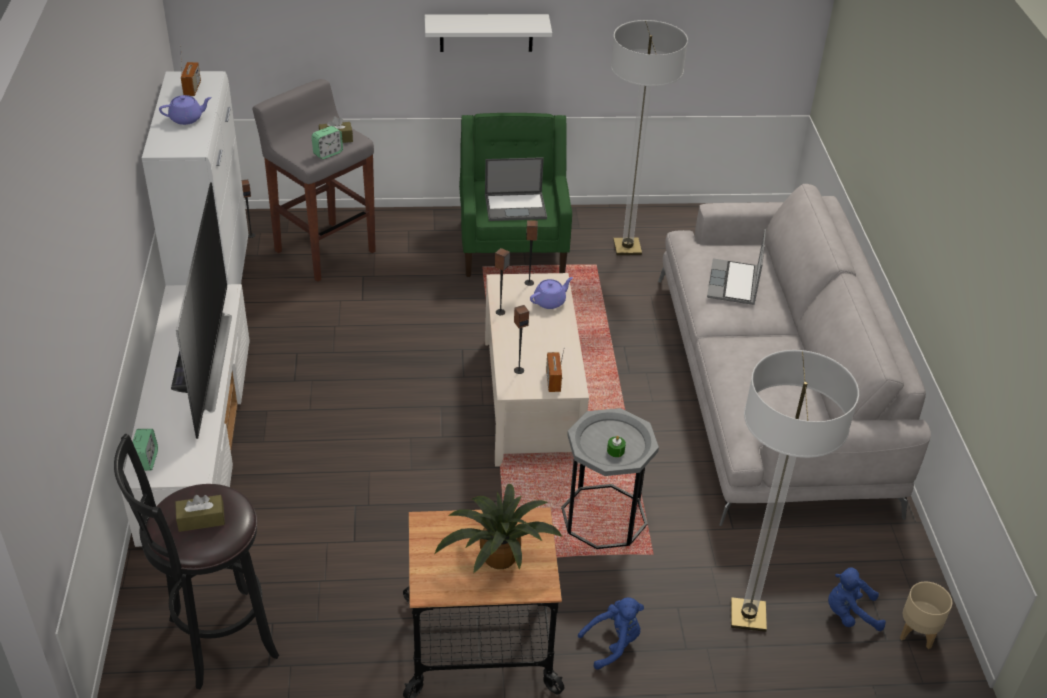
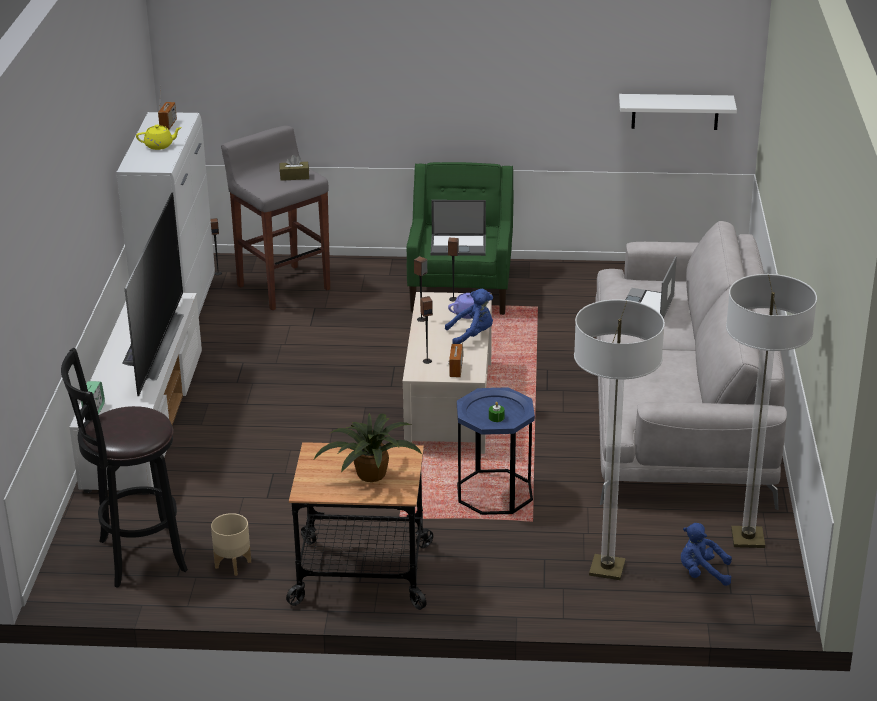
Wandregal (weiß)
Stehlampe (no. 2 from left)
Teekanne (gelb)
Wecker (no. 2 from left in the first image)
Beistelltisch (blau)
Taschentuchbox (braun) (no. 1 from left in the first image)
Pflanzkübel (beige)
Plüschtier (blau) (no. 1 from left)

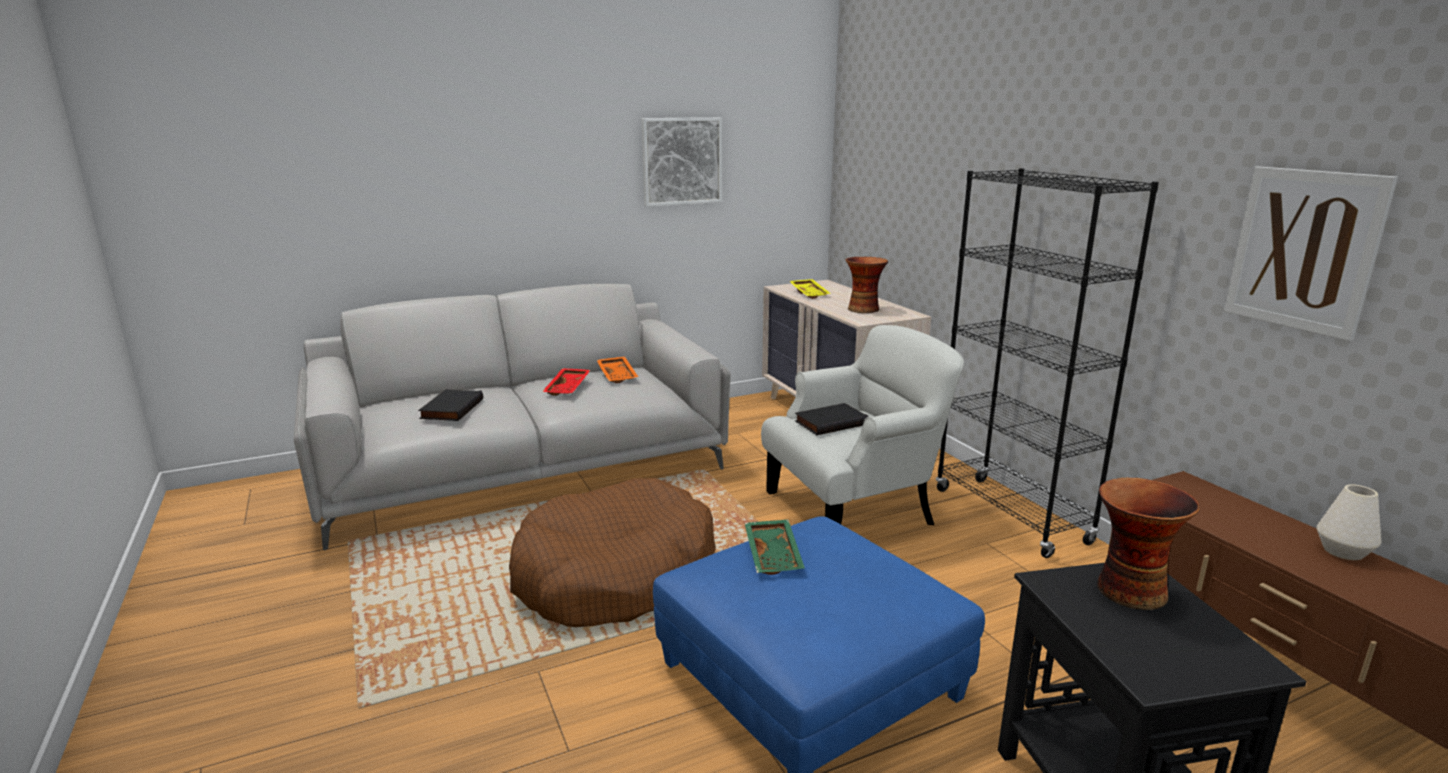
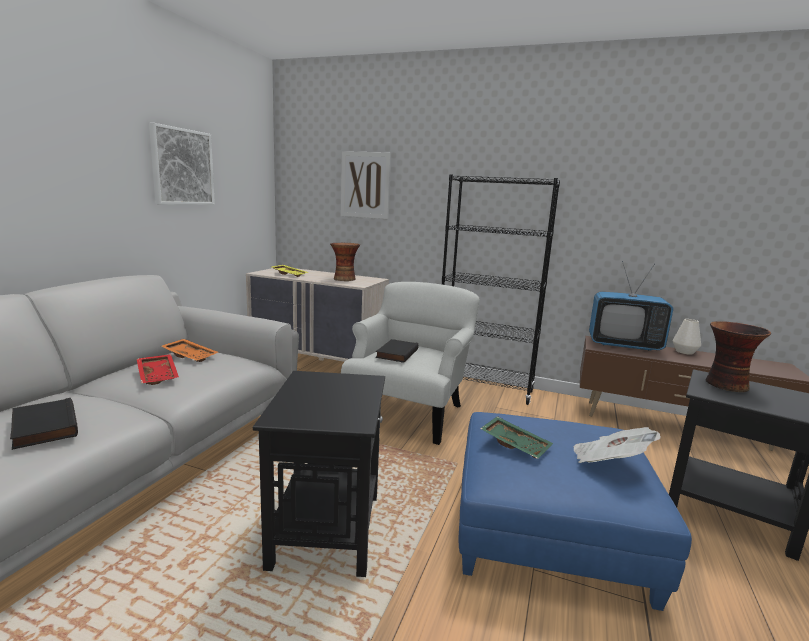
Bild (no. 2 from left)
Beistelltisch (schwarz) (no. 1 from left)
Fernseher
Zeitung

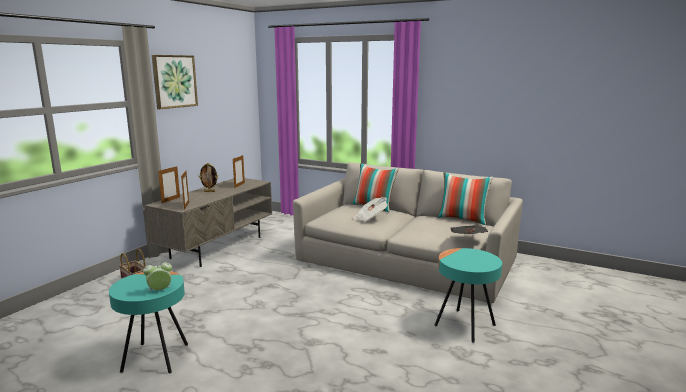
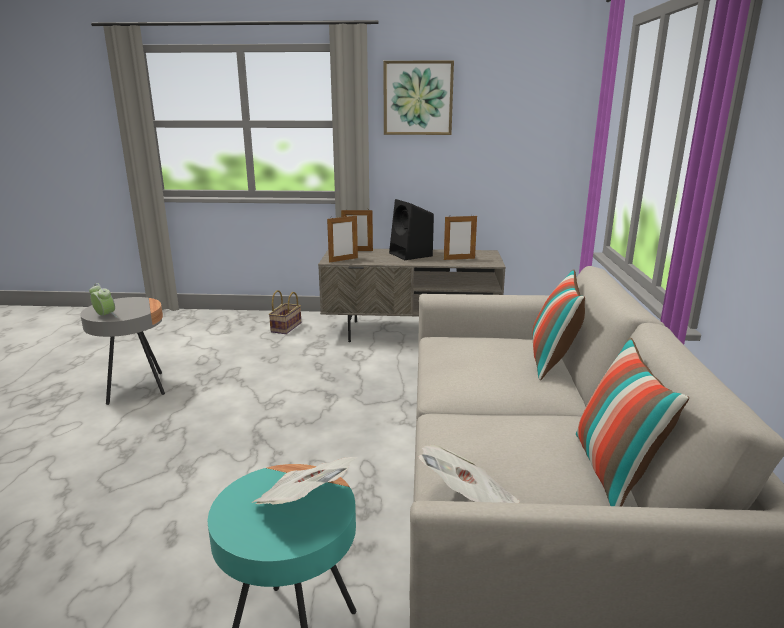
Lautsprecher (schwarz)
Zeitung (no. 1 from left)
Beistelltisch (grau)

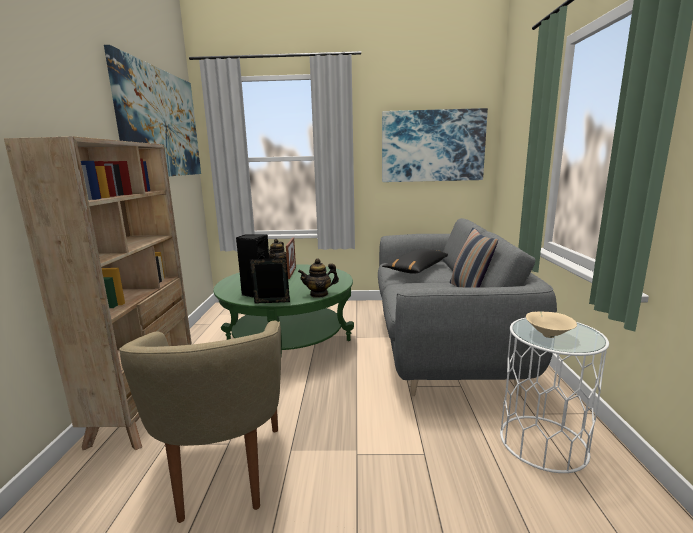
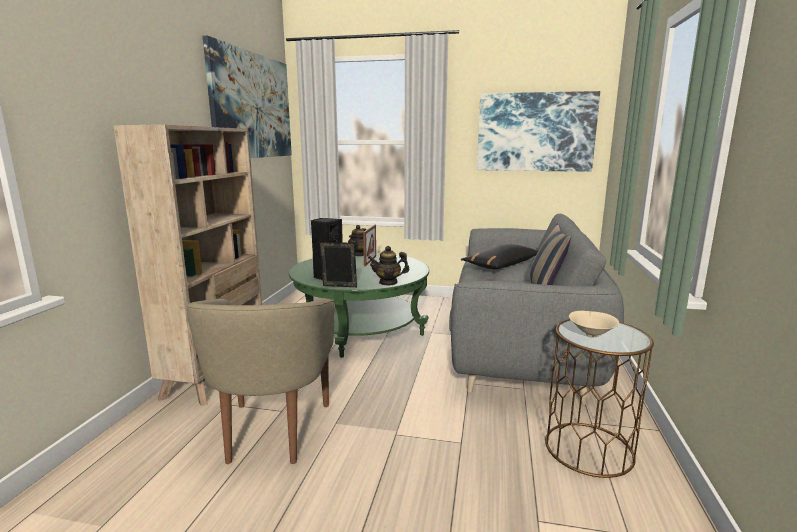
Beistelltisch (braun)

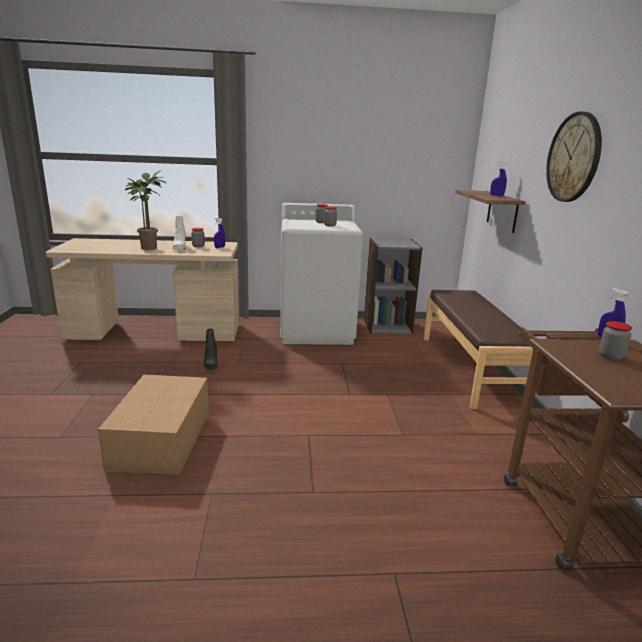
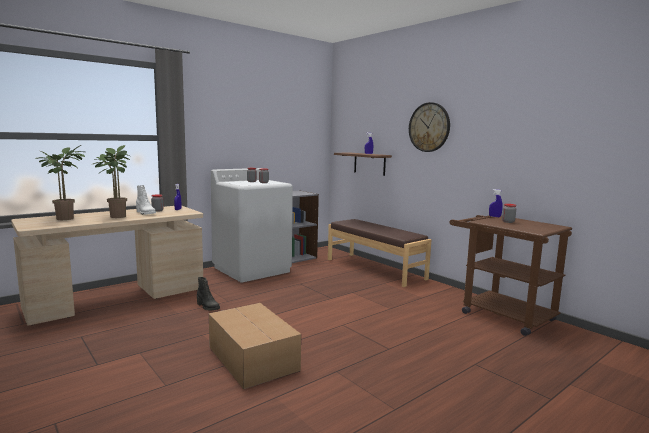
Topfpflanze (no. 1 from left)

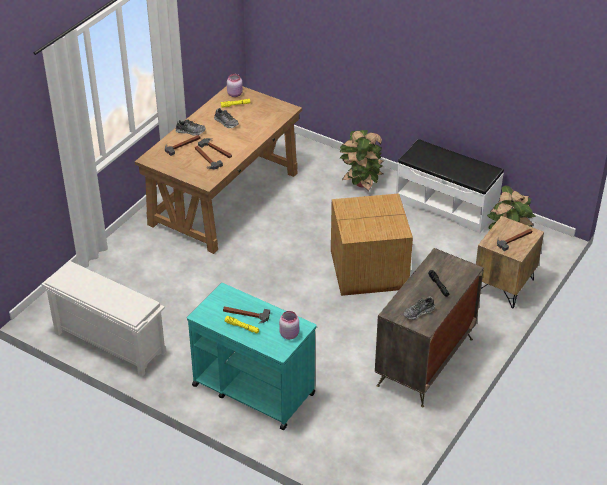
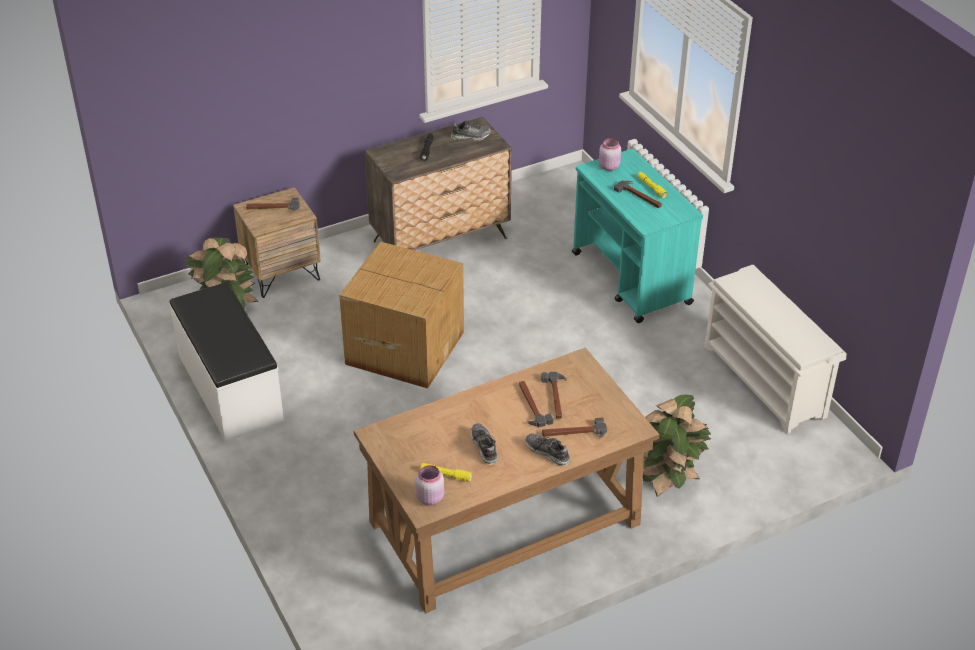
Topfpflanze (no. 2 from left)

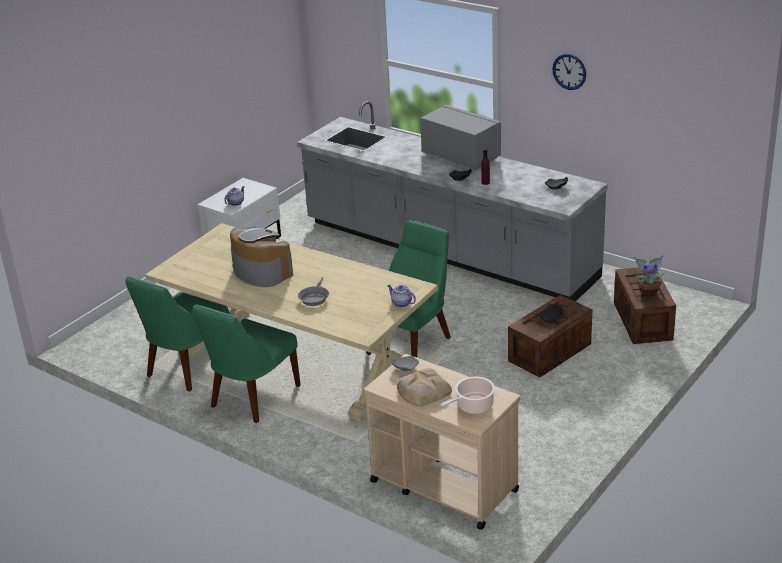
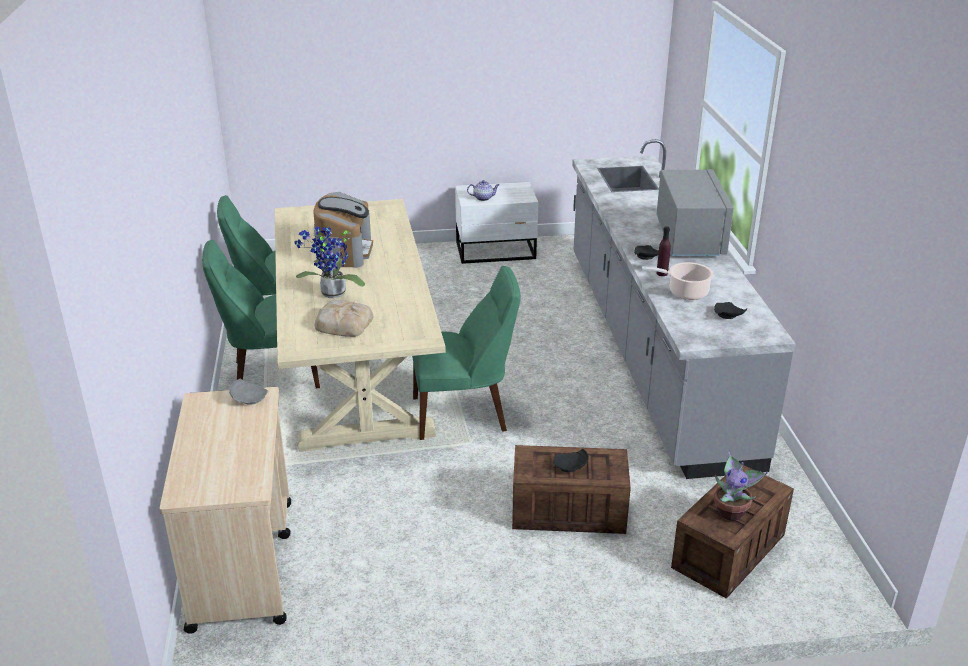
Wanduhr
Topfpflanze (no. 1 from left)
Teekanne (no. 2 from left in the first image)
Brot
Kochtopf

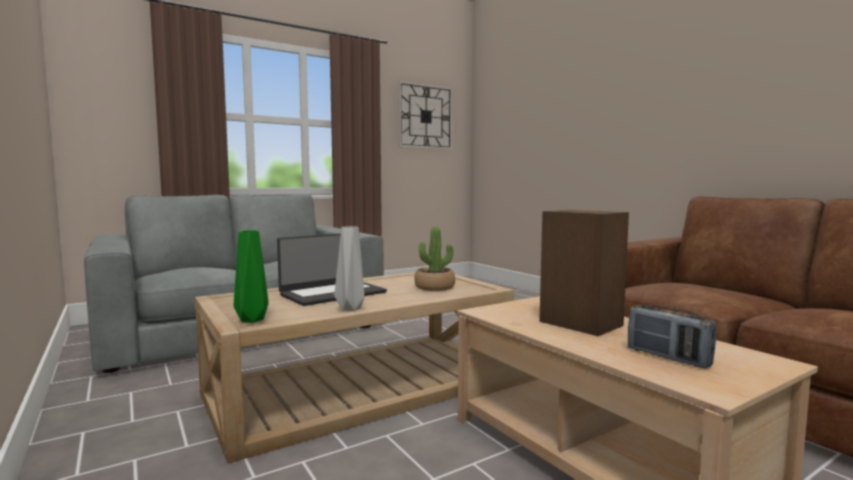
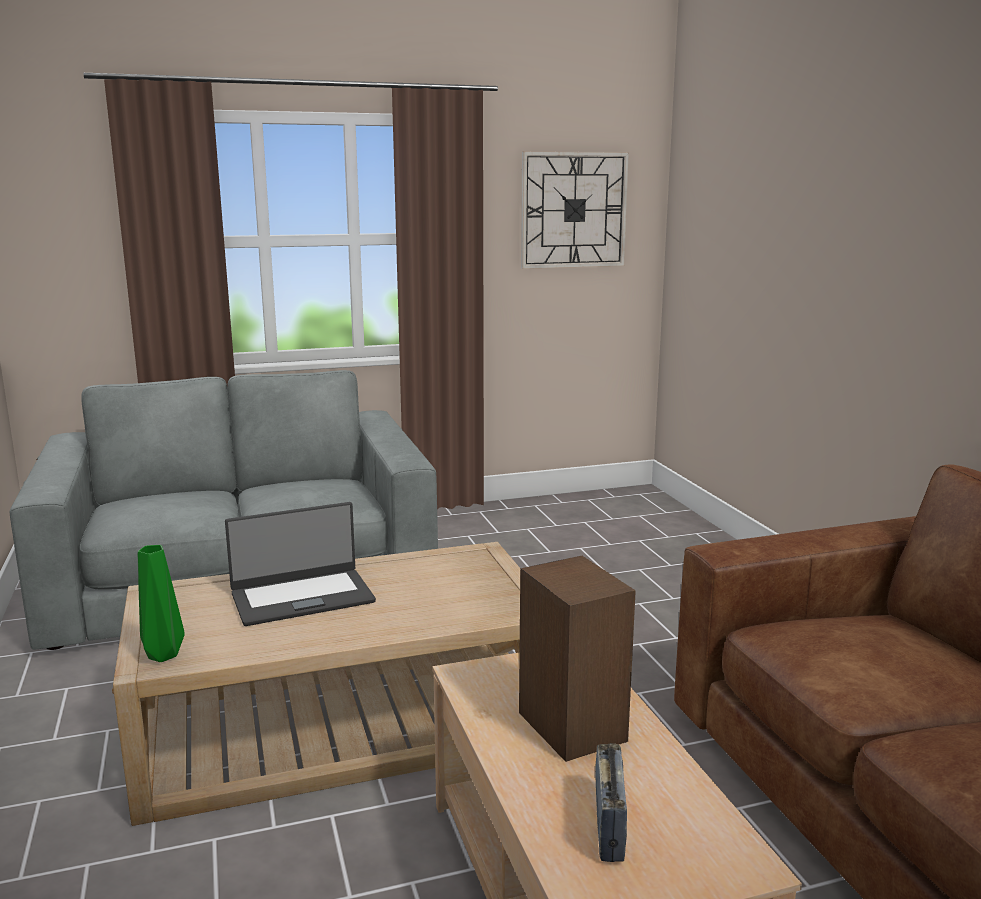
Vase (grau)
Topfpflanze
Radio

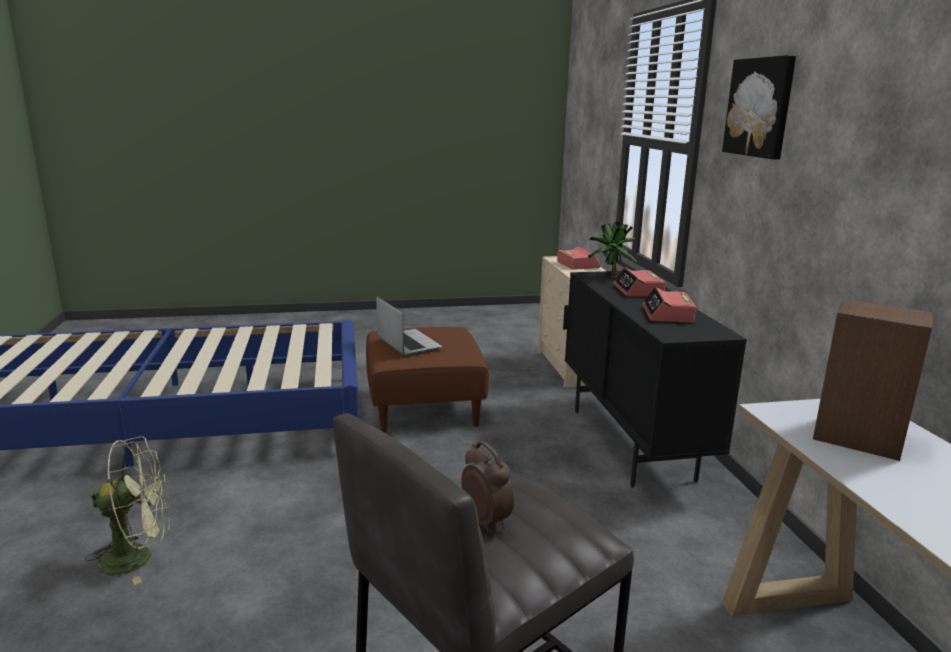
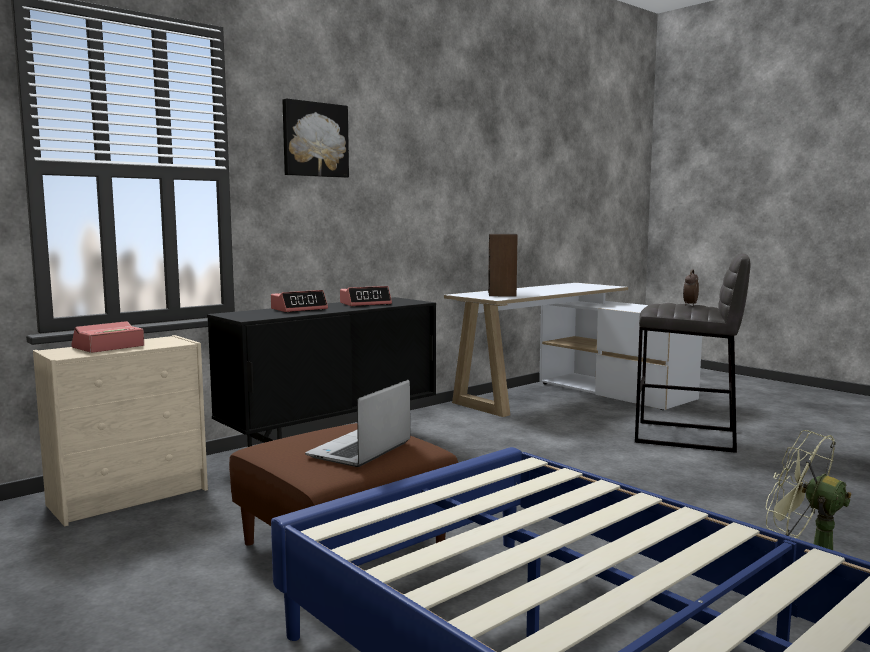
Topfpflanze

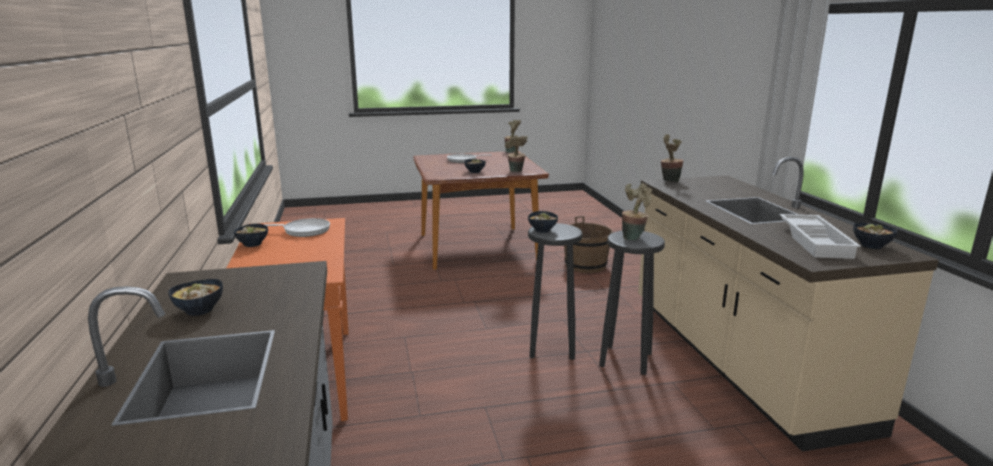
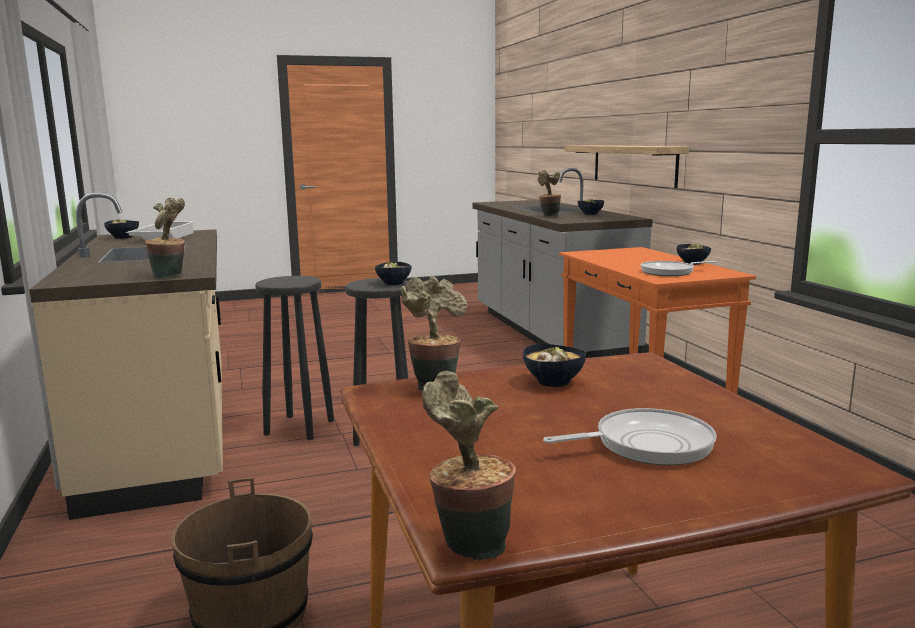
Topfpflanze (no. 4 from left)
Wandregal

